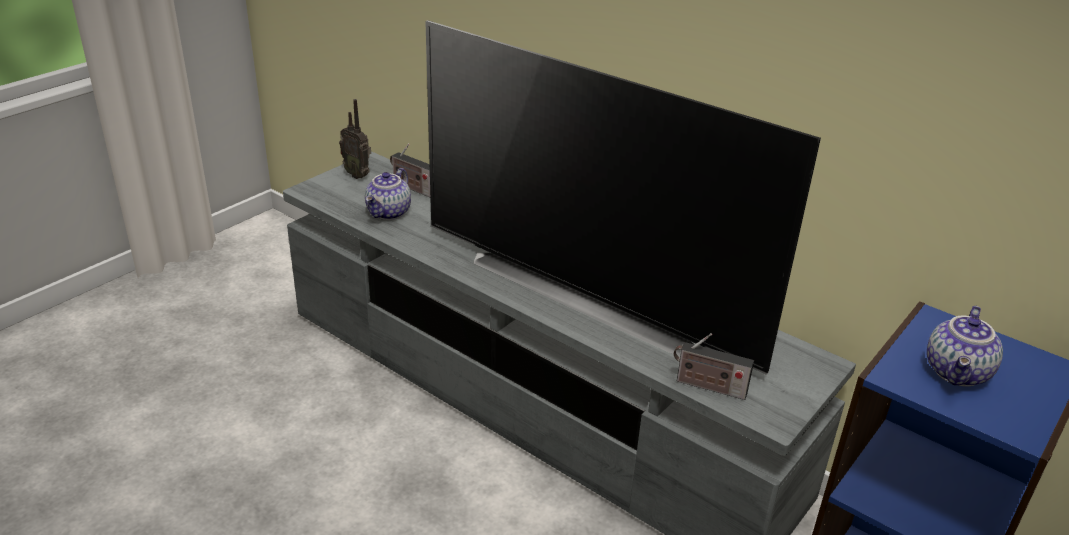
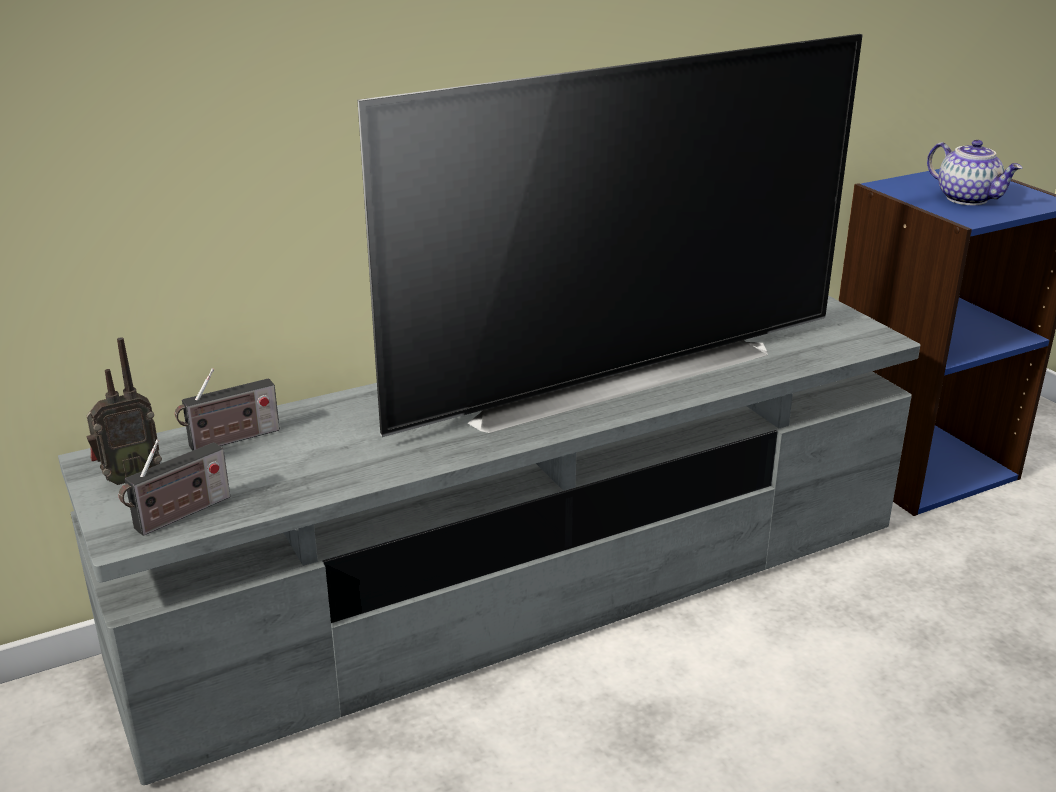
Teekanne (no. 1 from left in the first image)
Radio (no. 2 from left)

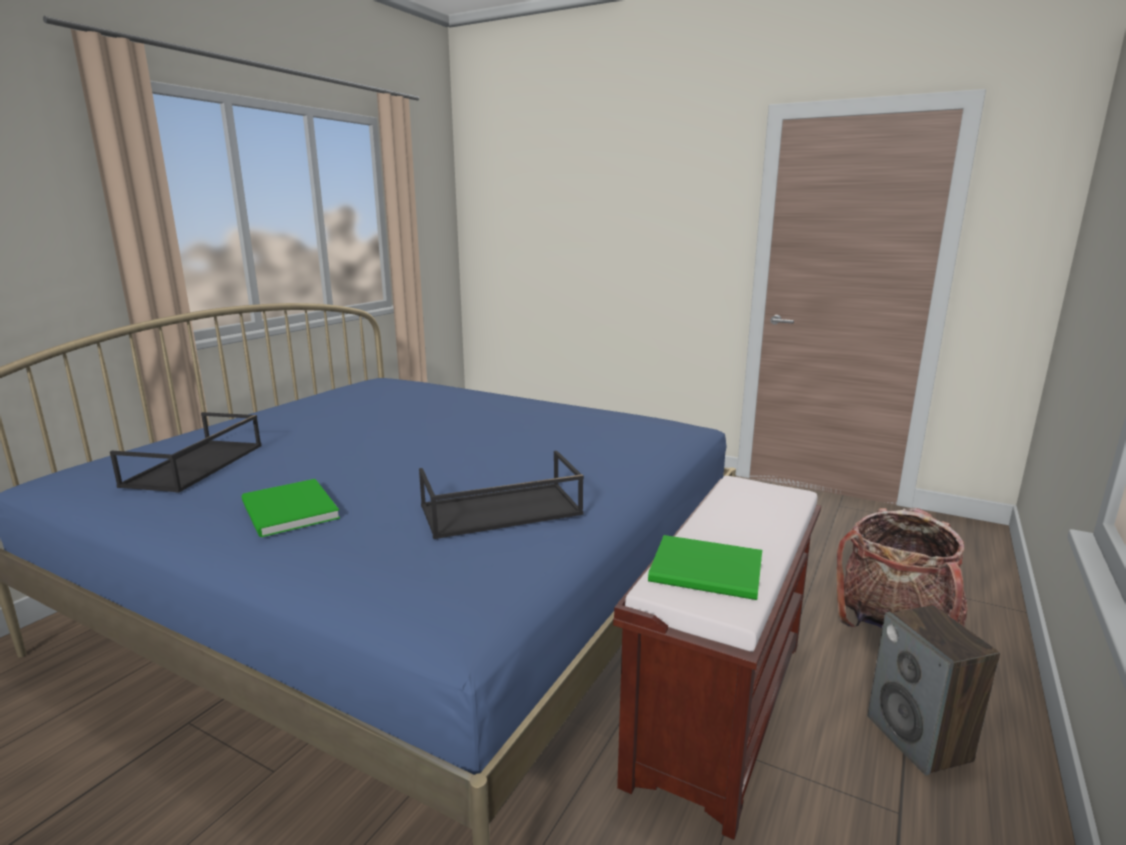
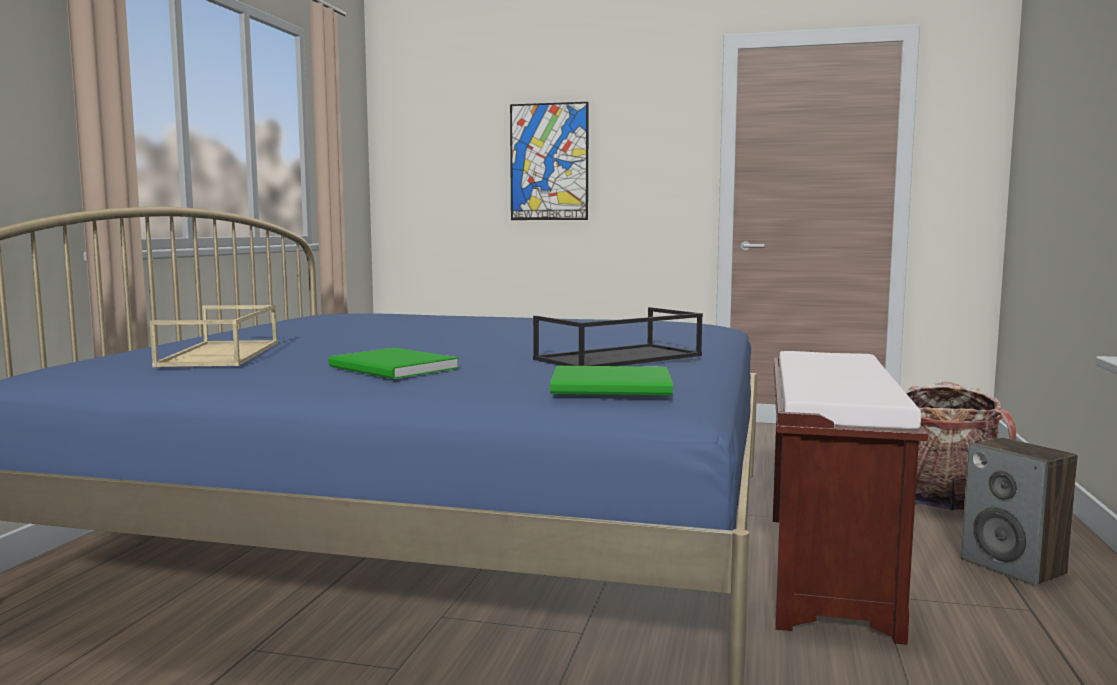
Tablett (beige)
Buch (grün) (no. 2 from left)
Bild

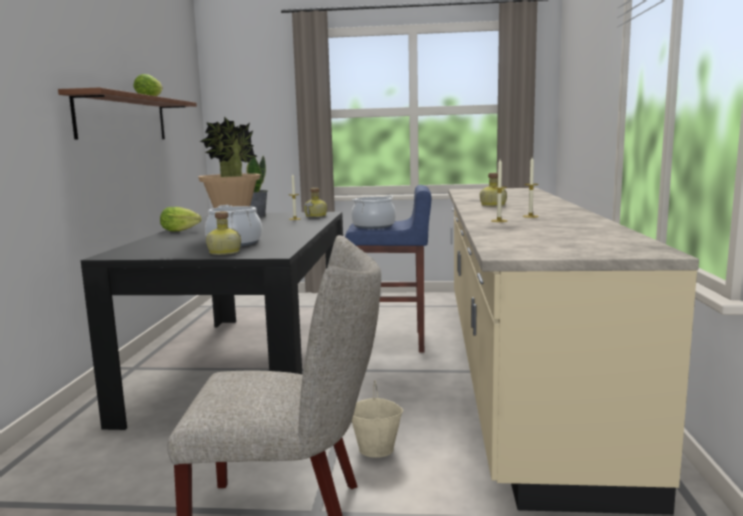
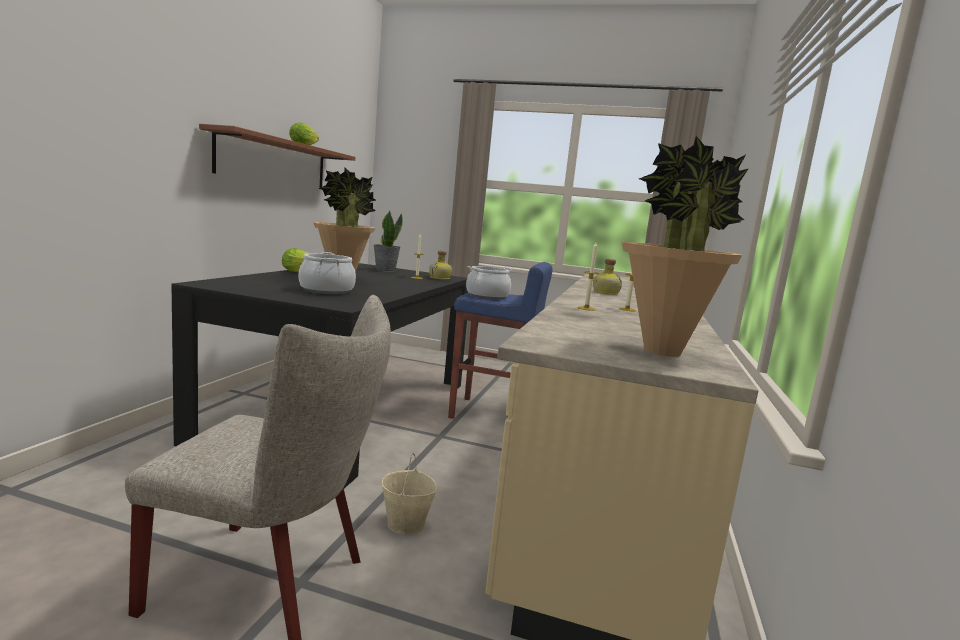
Flasche (no. 1 from left in the first image)
Topfpflanze (no. 3 from left)

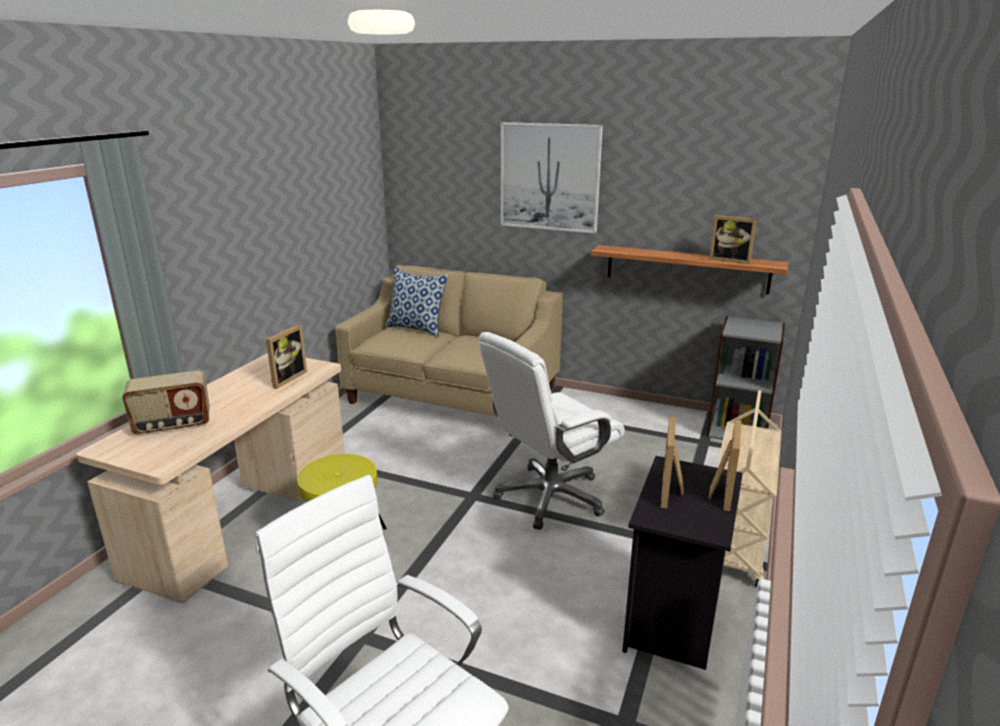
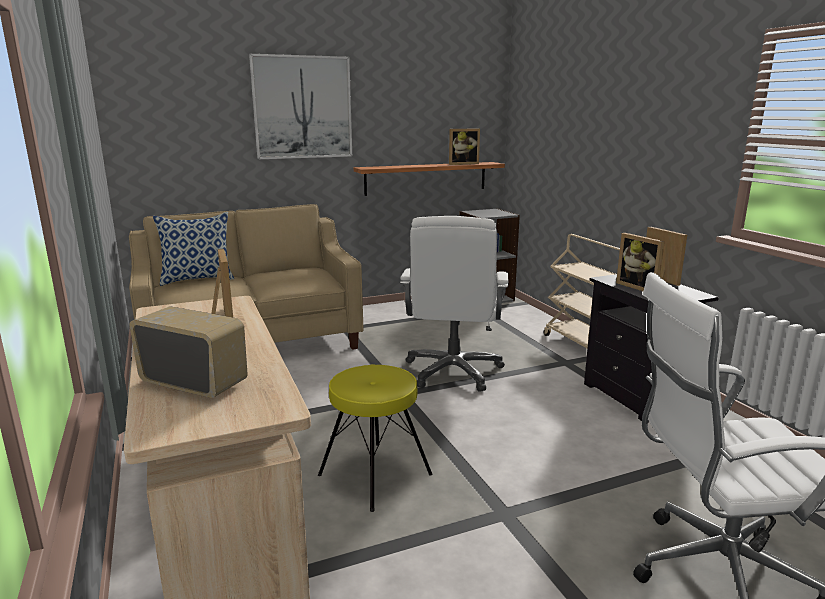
Radio

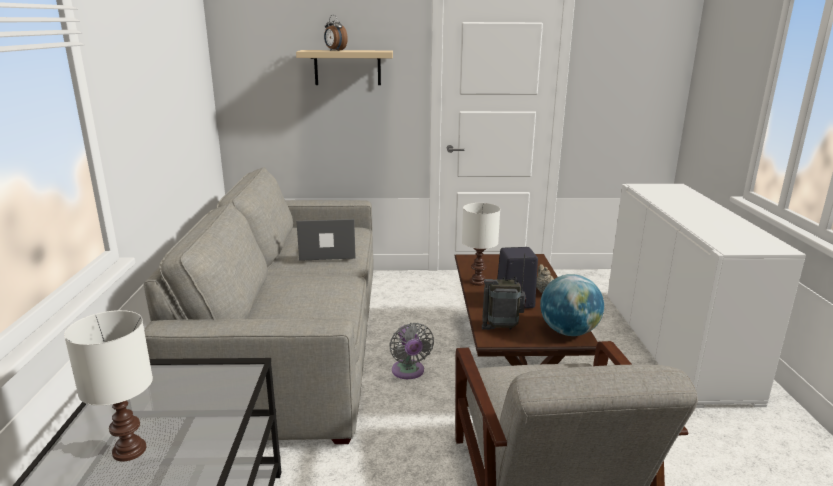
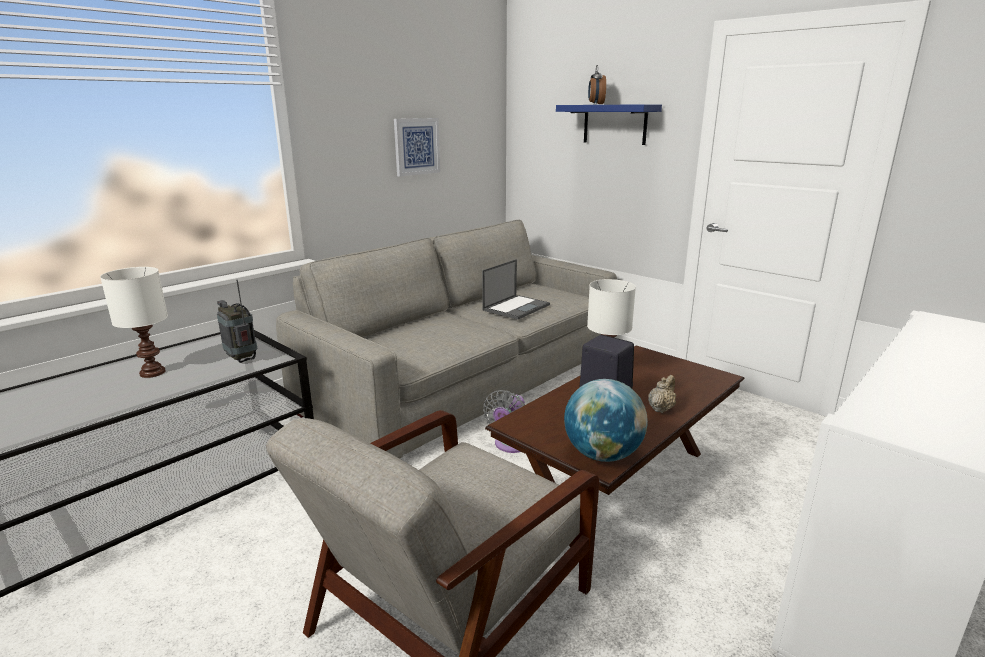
Wandregal (blau)
Laptop
Radio
Bild

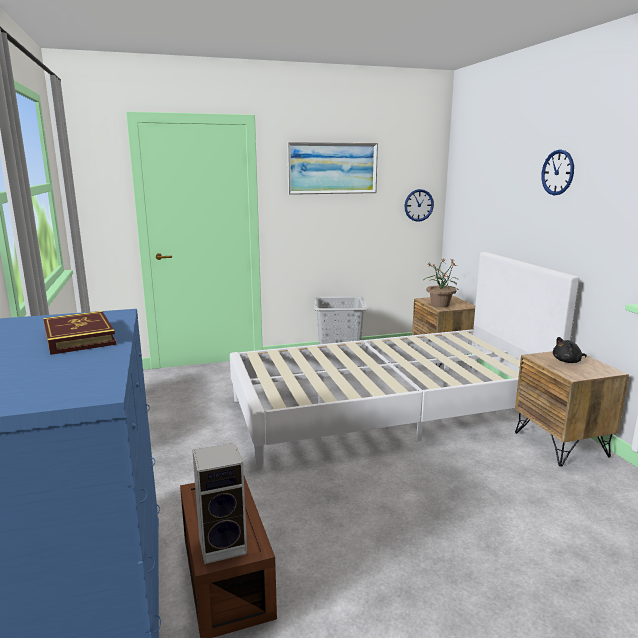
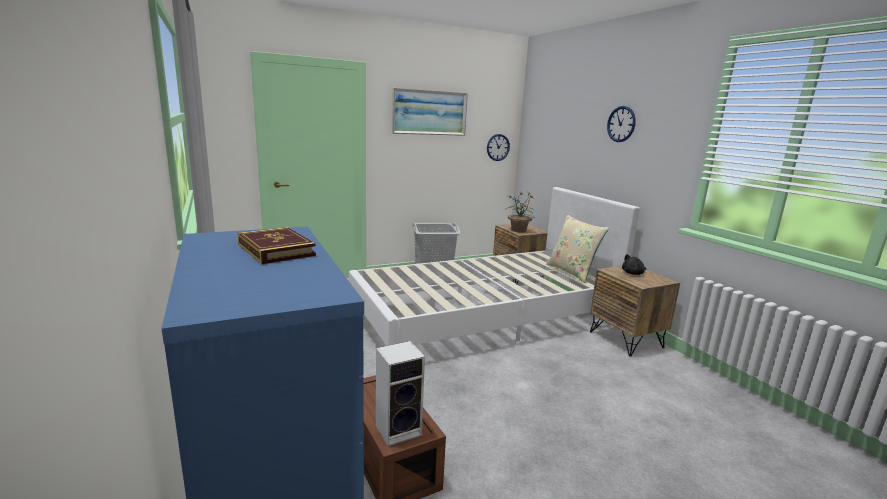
Kissen (beige)

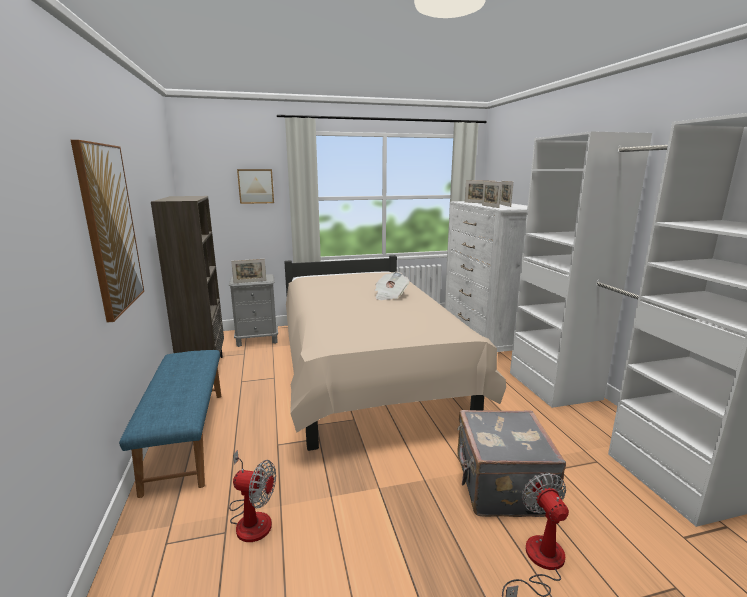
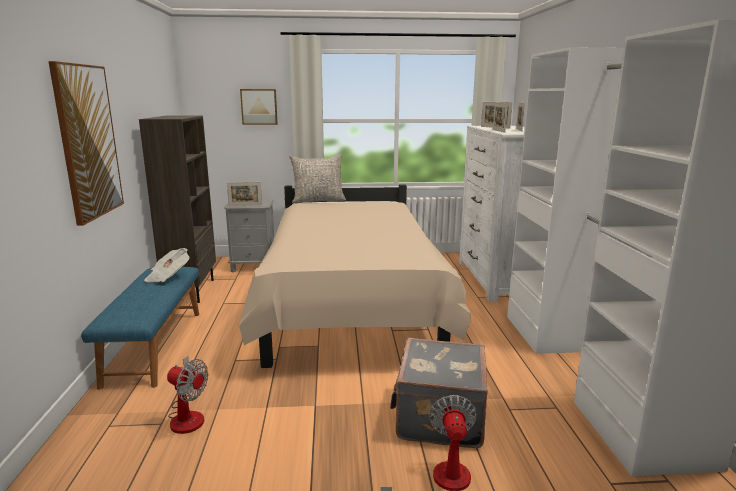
Zeitung
Kissen (grau)

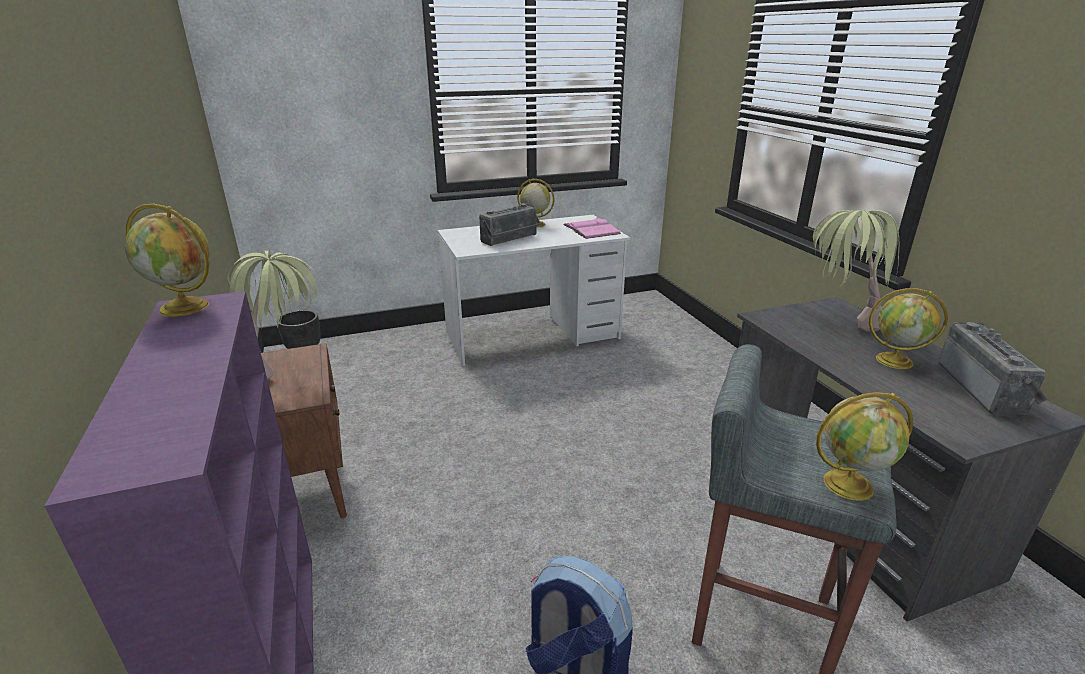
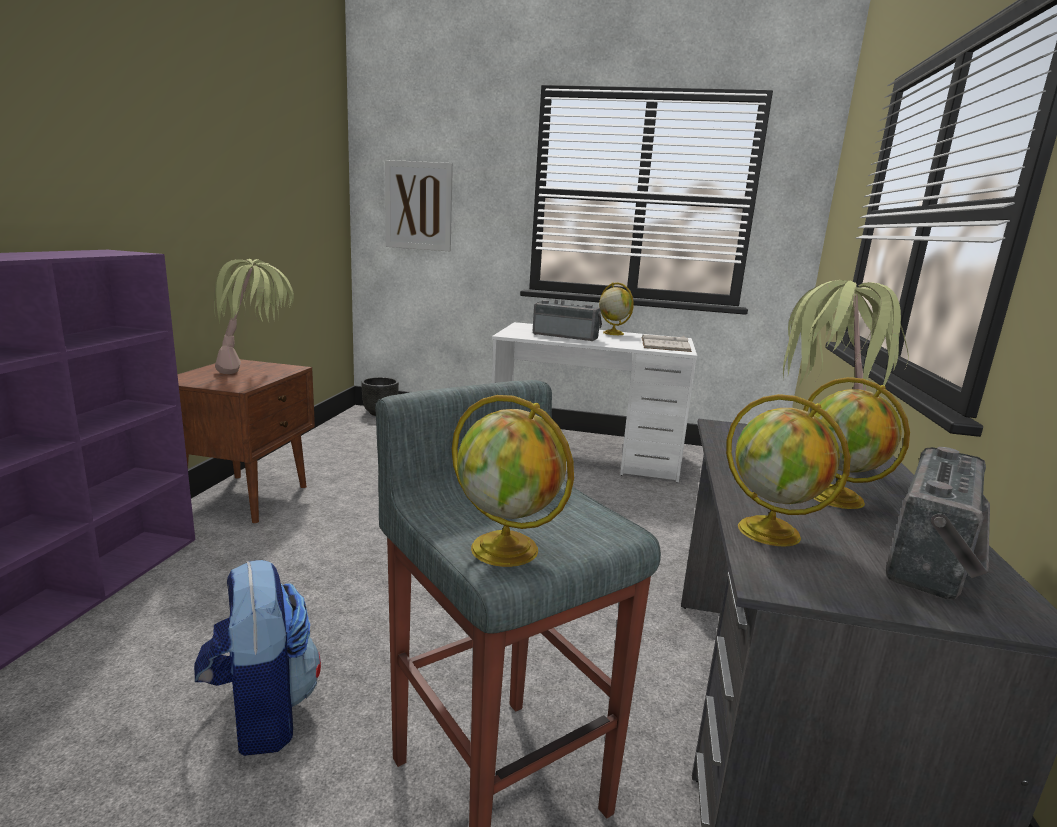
Radio (no. 1 from left)
Globus (no. 3 from left)
Buch (weiß)
Bild

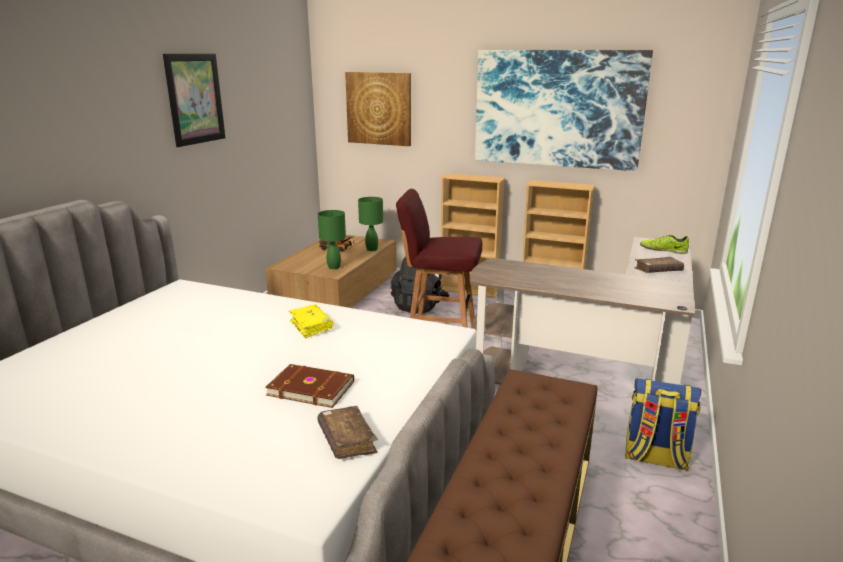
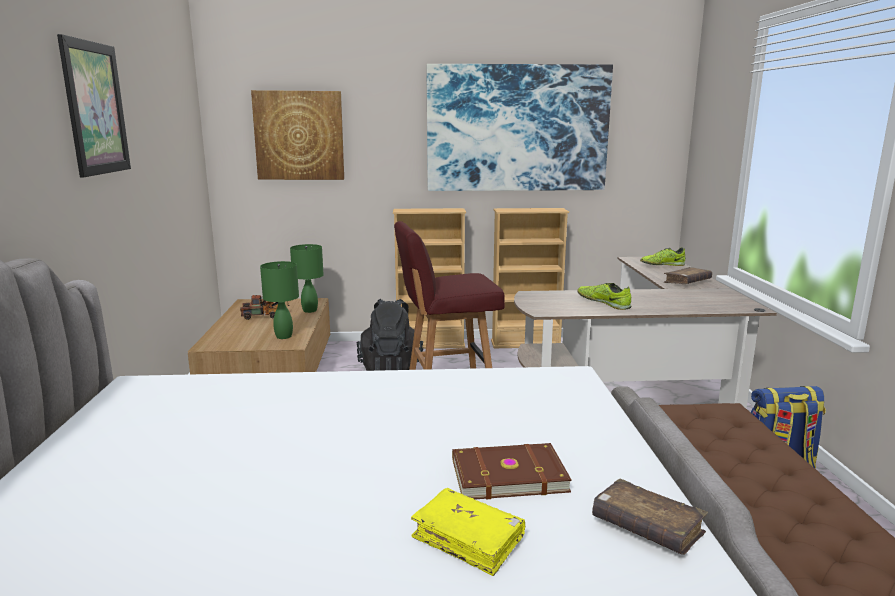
Buch (gelb)
Schuh (no. 1 from left)

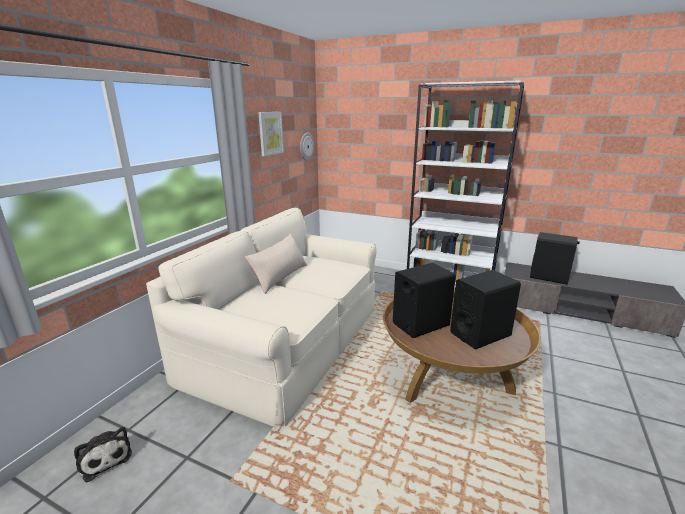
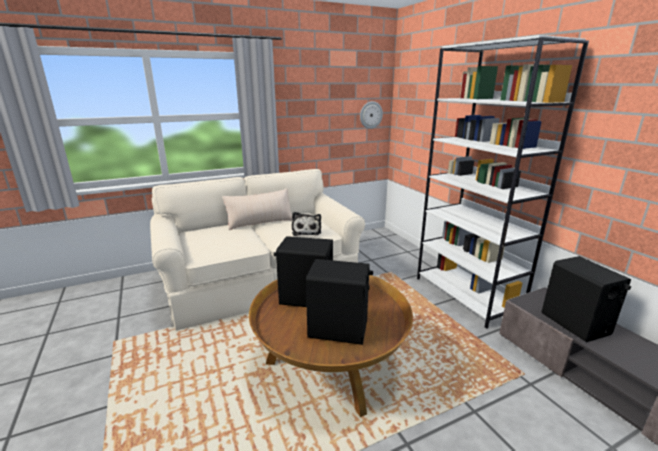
Bild
Plüschtier

